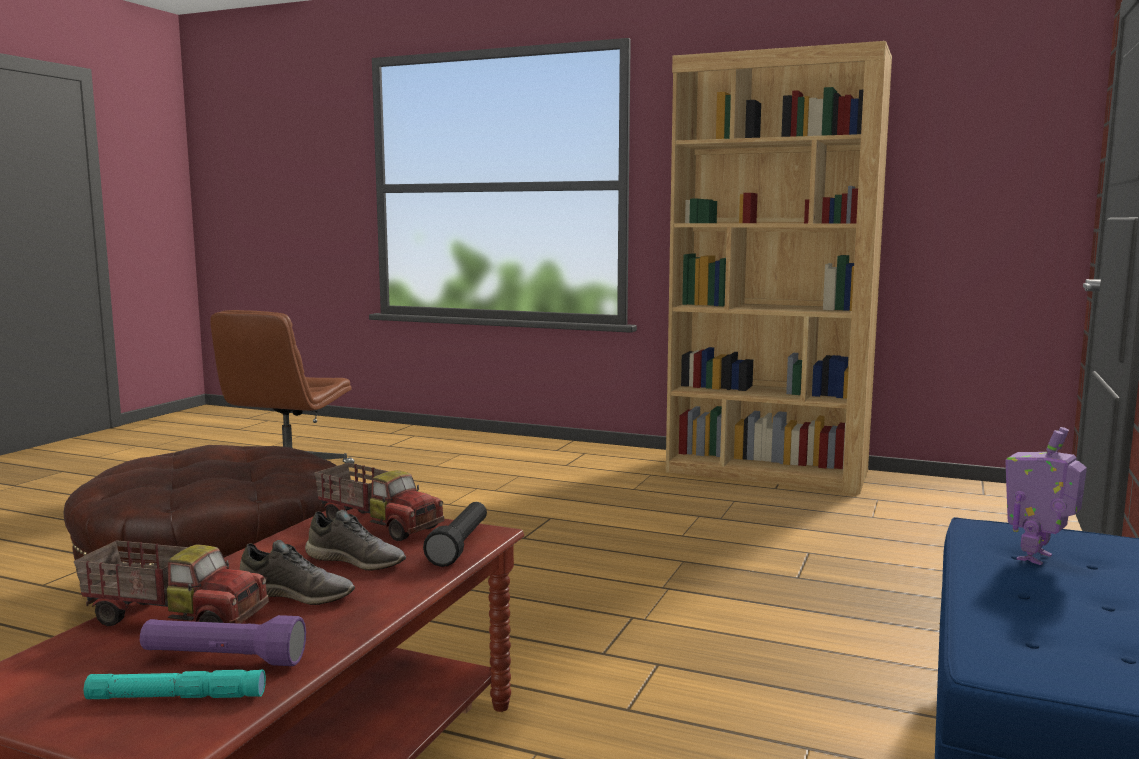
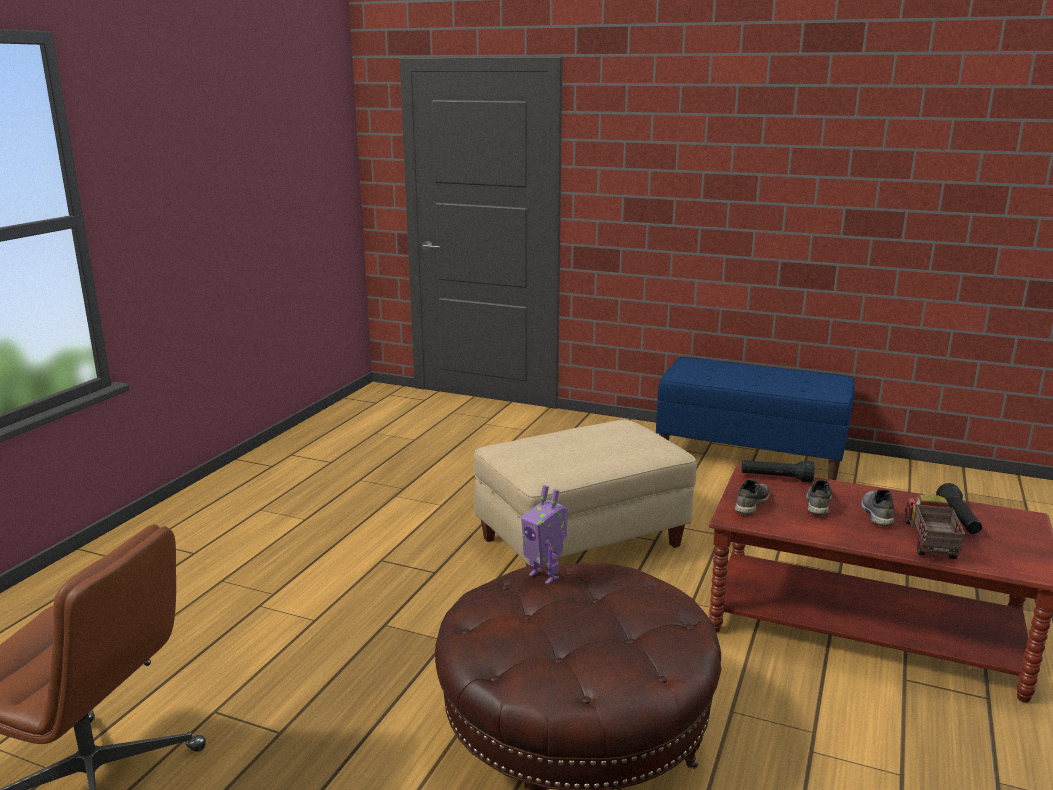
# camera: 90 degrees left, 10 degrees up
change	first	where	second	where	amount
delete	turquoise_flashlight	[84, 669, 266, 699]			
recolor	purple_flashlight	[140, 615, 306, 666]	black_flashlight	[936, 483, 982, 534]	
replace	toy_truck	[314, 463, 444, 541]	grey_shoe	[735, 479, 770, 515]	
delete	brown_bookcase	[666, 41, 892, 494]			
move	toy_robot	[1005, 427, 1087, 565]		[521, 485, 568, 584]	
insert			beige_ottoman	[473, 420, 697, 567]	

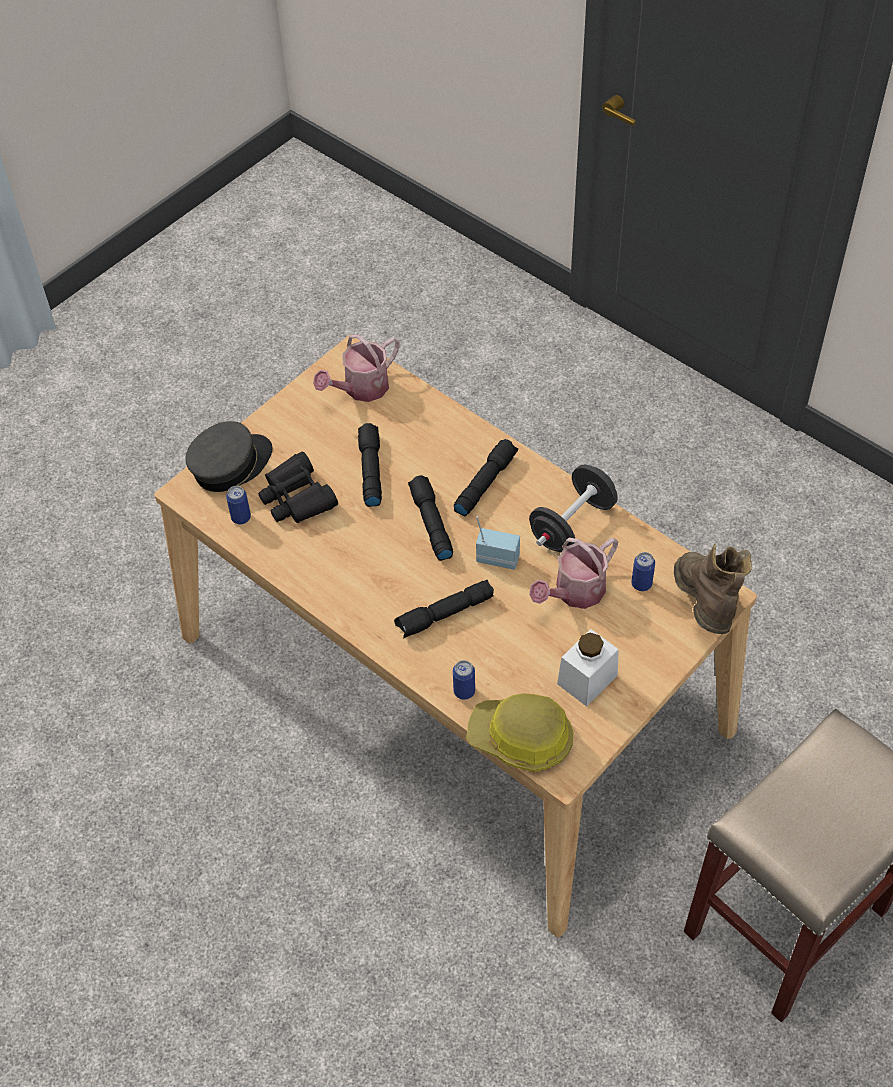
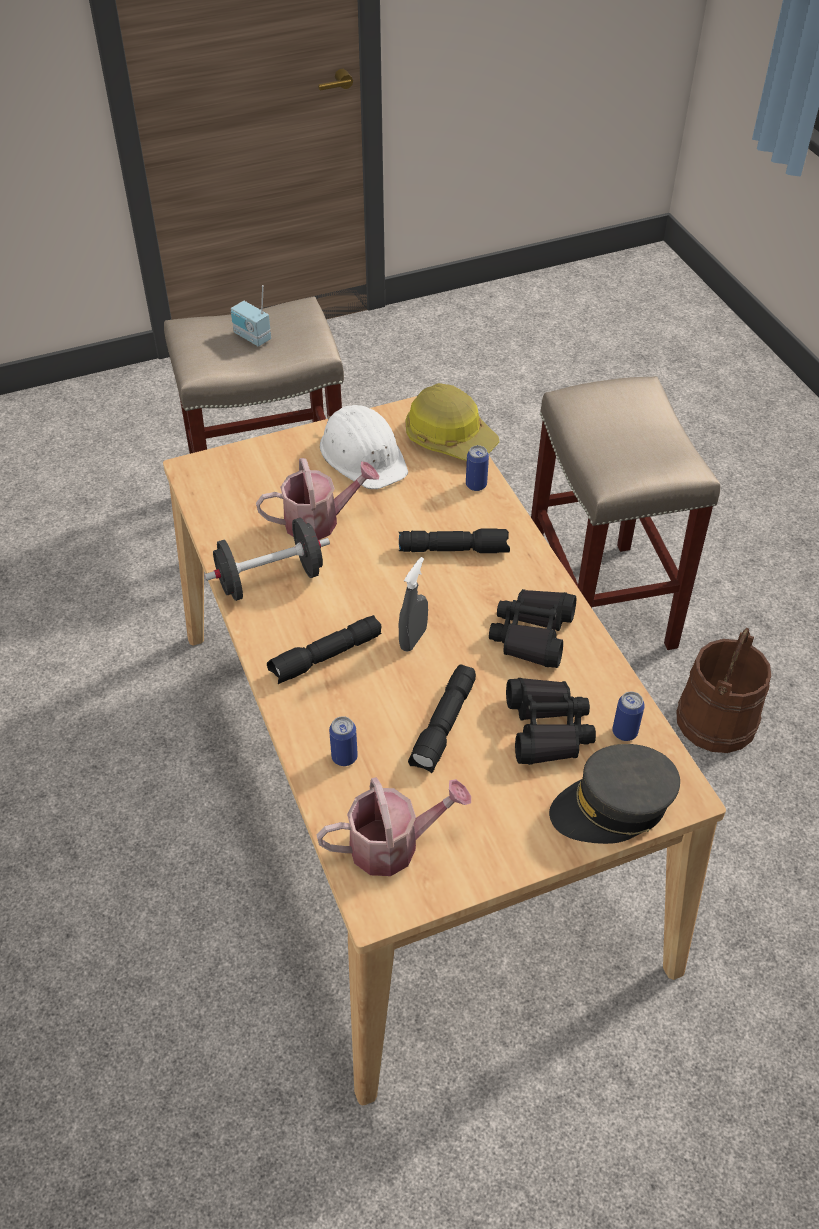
# camera: 155 degrees left, 5 degrees down
change	first	where	second	where	amount
replace	black_flashlight	[408, 475, 453, 561]	grey_spray_bottle	[399, 557, 428, 651]	
move	radio	[476, 516, 520, 570]		[231, 285, 271, 347]	
replace	white_jar	[557, 629, 619, 707]	white_hard_hat	[320, 405, 408, 489]	
move	can	[632, 552, 655, 591]		[329, 716, 358, 766]	
delete	brown_boot	[674, 543, 752, 634]			
insert			black_binoculars	[489, 589, 576, 668]	
insert			beige_stool	[531, 376, 720, 650]	
insert			brown_bucket	[676, 628, 771, 753]	

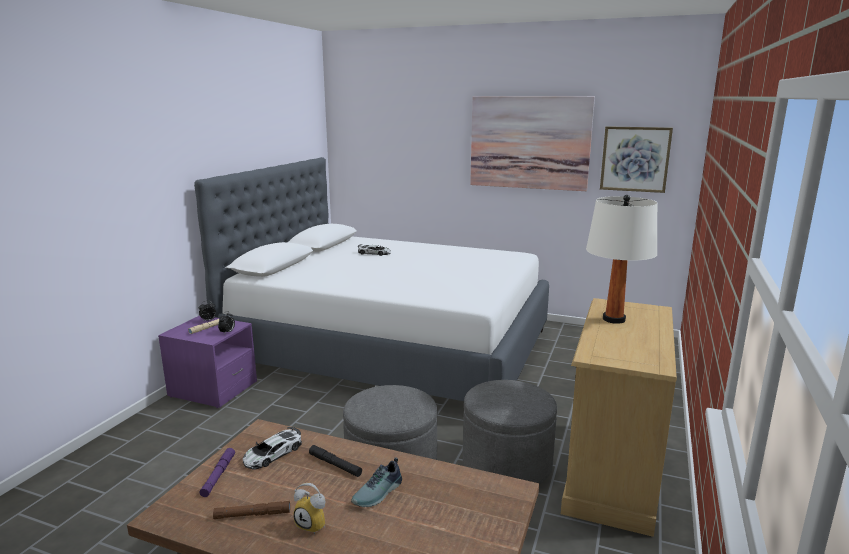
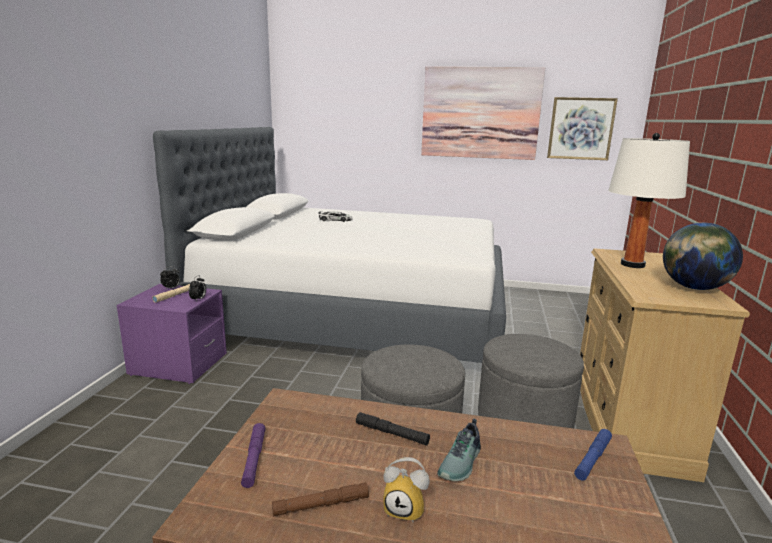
# camera: 10 degrees left, 0 degrees up
change	first	where	second	where	amount
delete	toy_car	[243, 427, 302, 470]			
insert			blue_flashlight	[574, 429, 612, 481]	
insert			globe	[663, 223, 743, 290]	

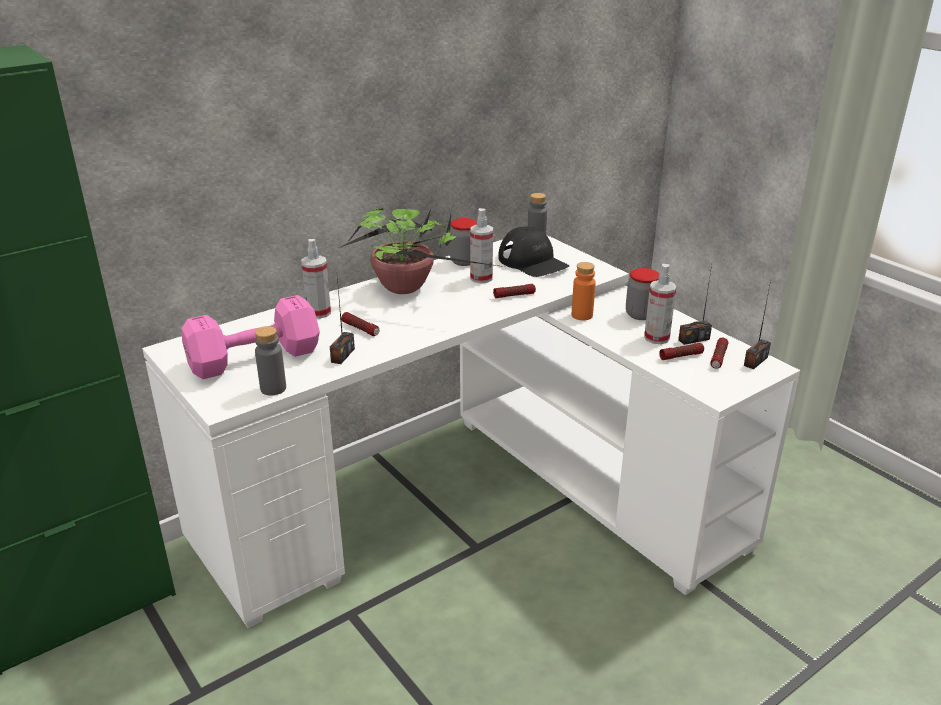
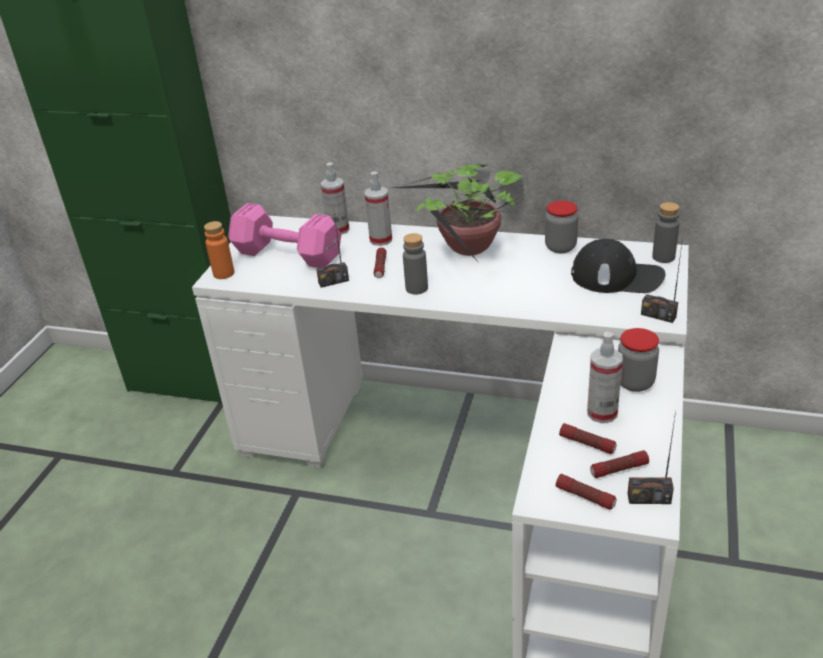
# camera: 55 degrees right, 5 degrees up
change	first	where	second	where	amount
move	grey_bottle	[255, 326, 286, 396]		[403, 233, 428, 294]	
move	spray_bottle	[470, 208, 493, 283]		[321, 162, 350, 235]	
move	flashlight	[493, 284, 536, 298]		[556, 474, 617, 510]	
rotate	black_cap	[498, 227, 569, 277]		[571, 239, 666, 293]	90 degrees counterclockwise
move	orange_bottle	[572, 262, 596, 321]		[204, 221, 234, 279]	
move	radio	[678, 265, 712, 345]		[641, 245, 682, 323]	

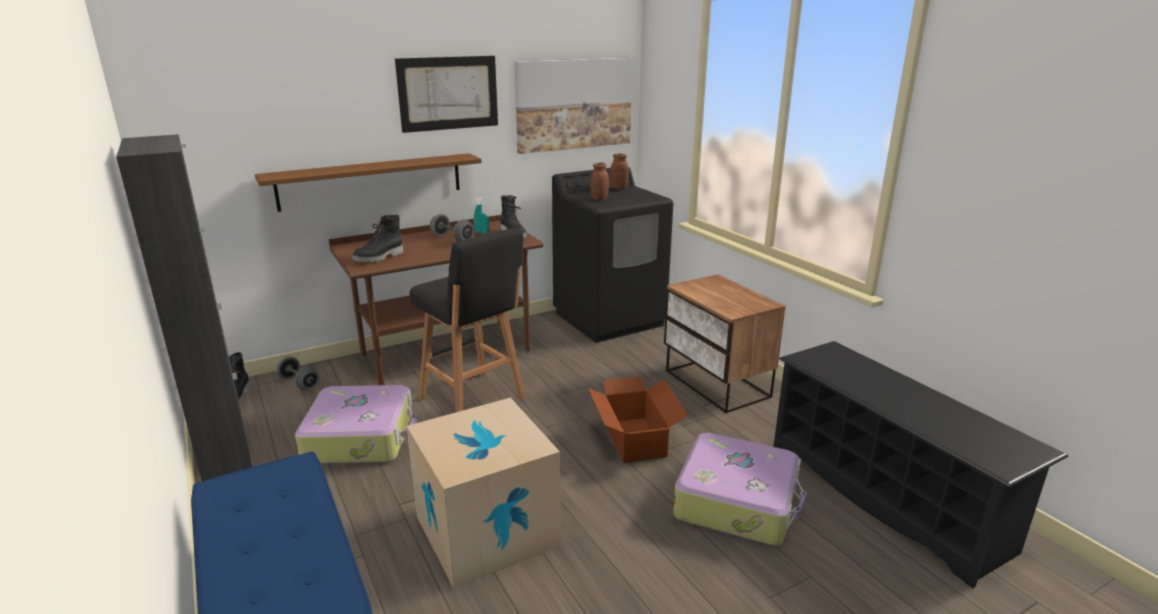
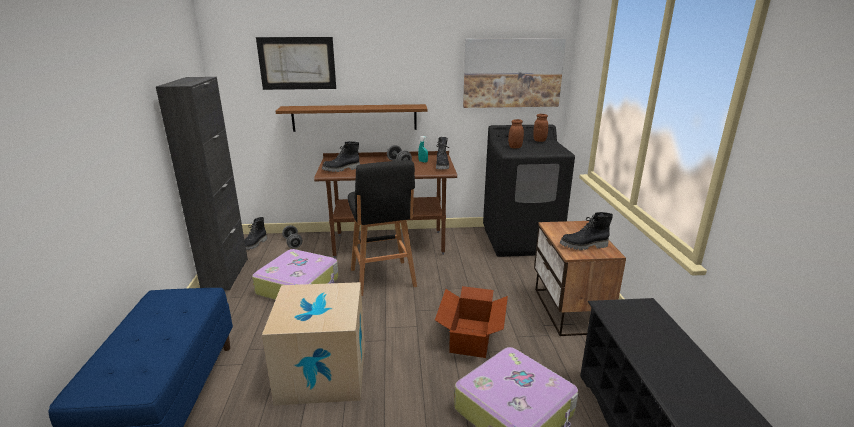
# camera: 25 degrees right, 0 degrees up
change	first	where	second	where	amount
move	picture	[395, 56, 498, 133]		[256, 37, 336, 90]	
insert			black_boot	[560, 212, 613, 250]	

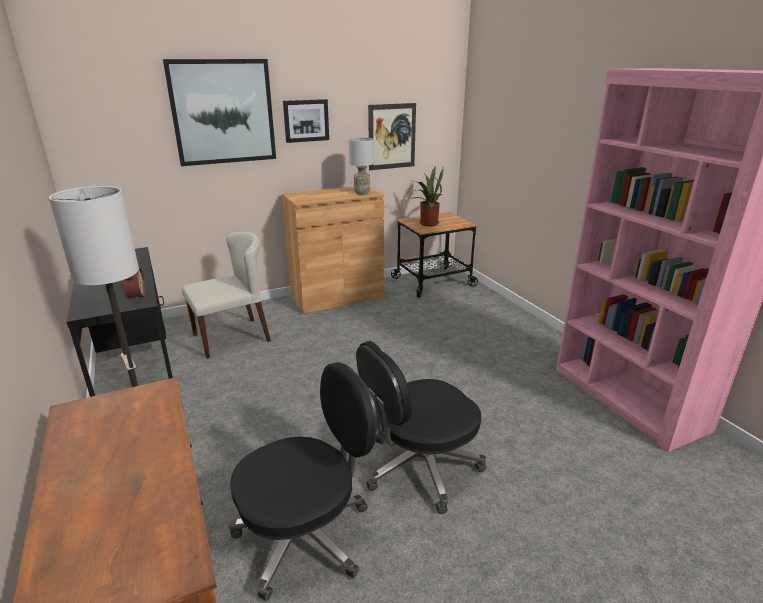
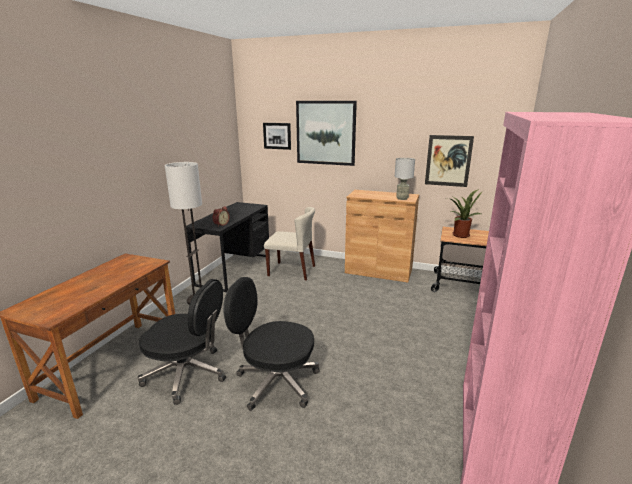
# camera: 45 degrees right, 5 degrees down
change	first	where	second	where	amount
move	picture	[283, 99, 329, 143]		[263, 123, 291, 150]	

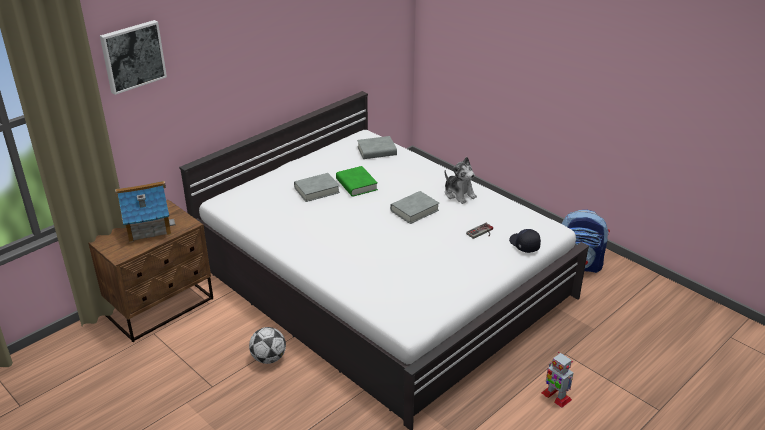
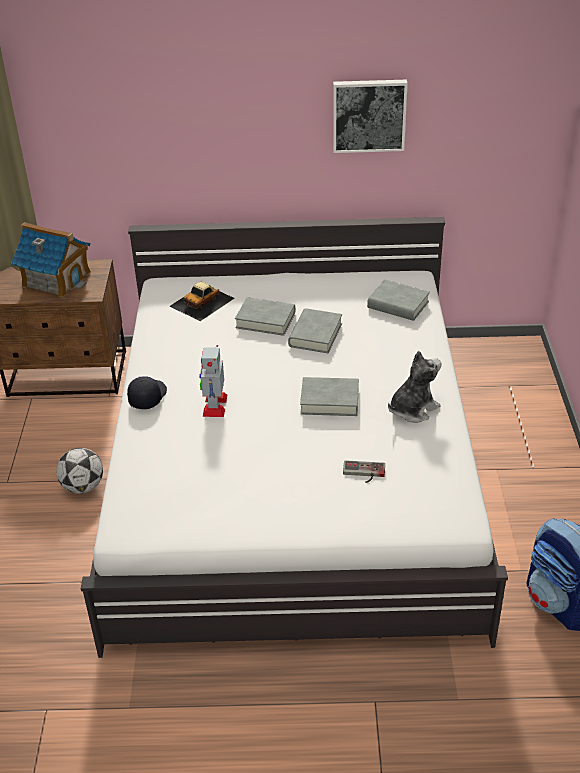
# camera: 45 degrees right, 5 degrees up
change	first	where	second	where	amount
move	picture	[100, 20, 167, 95]		[333, 80, 407, 153]	
recolor	green_book	[336, 166, 378, 197]	grey_book	[288, 309, 342, 353]	
rotate	plush_toy	[445, 157, 477, 204]		[388, 351, 442, 423]	135 degrees counterclockwise
move	black_cap	[509, 229, 541, 253]		[127, 376, 167, 409]	
move	toy_robot	[541, 352, 573, 408]		[199, 345, 227, 417]	
insert			toy_car	[169, 282, 234, 321]	

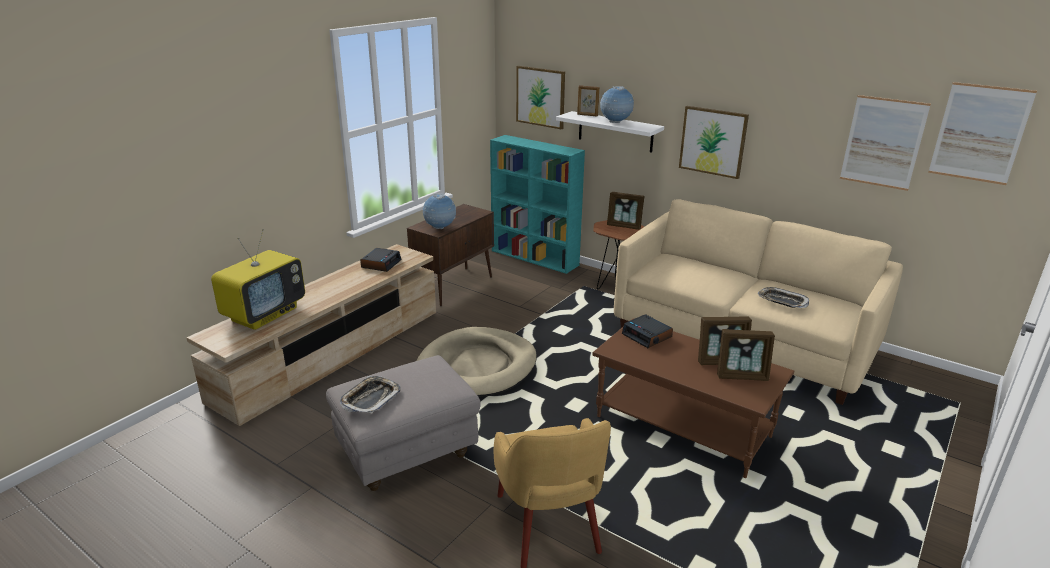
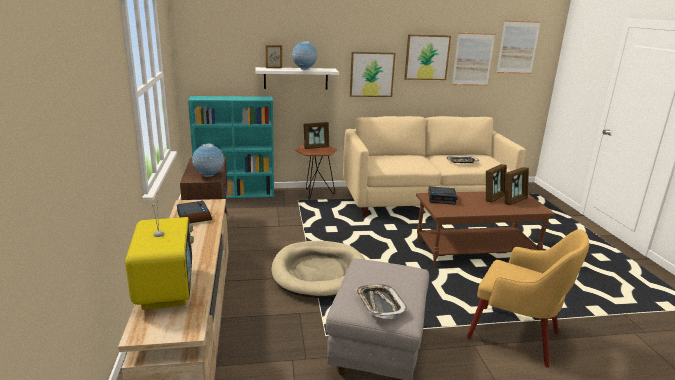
# camera: 45 degrees left, 5 degrees down
change	first	where	second	where	amount
move	picture	[516, 66, 565, 129]		[404, 34, 451, 80]	

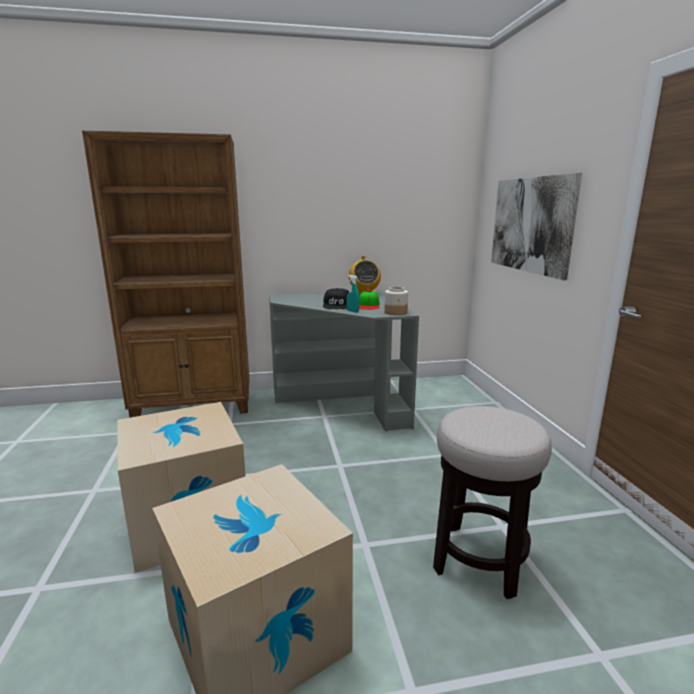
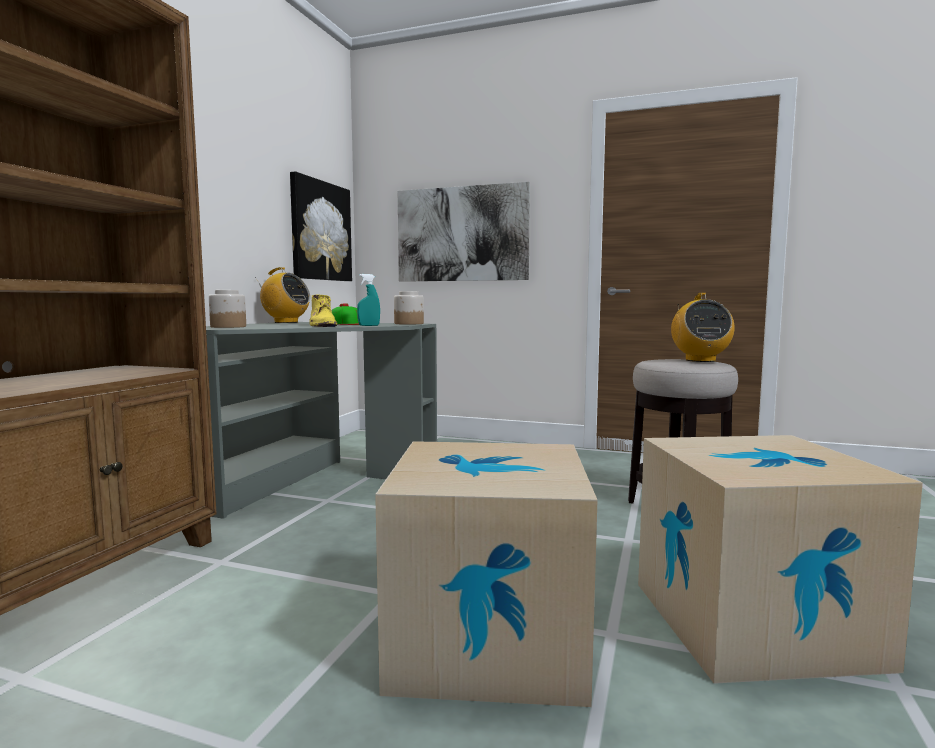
# camera: 60 degrees left, 10 degrees down
change	first	where	second	where	amount
replace	black_cap	[323, 288, 350, 309]	yellow_boot	[309, 294, 337, 327]	
insert			jar	[209, 290, 246, 328]	
insert			picture	[290, 171, 352, 281]	
insert			radio	[671, 293, 735, 362]	

